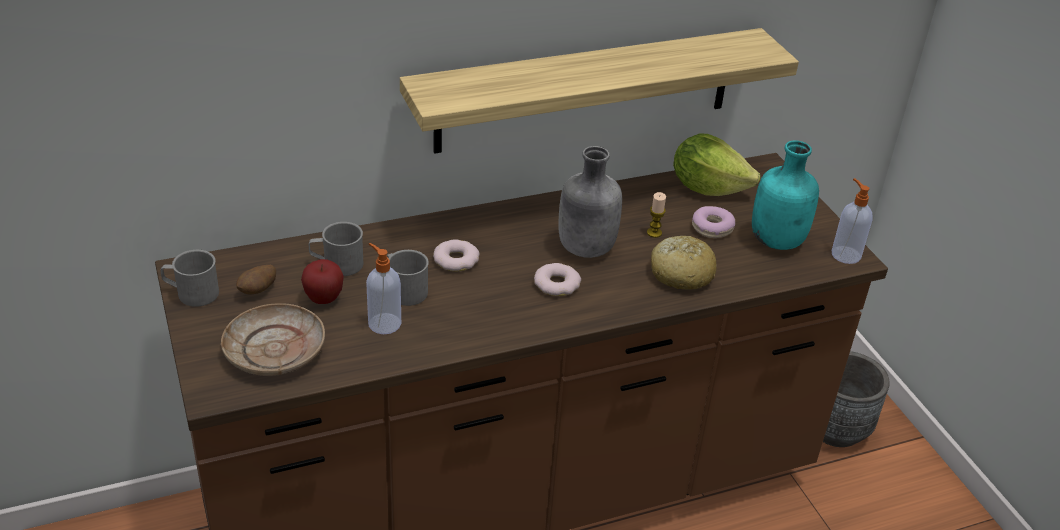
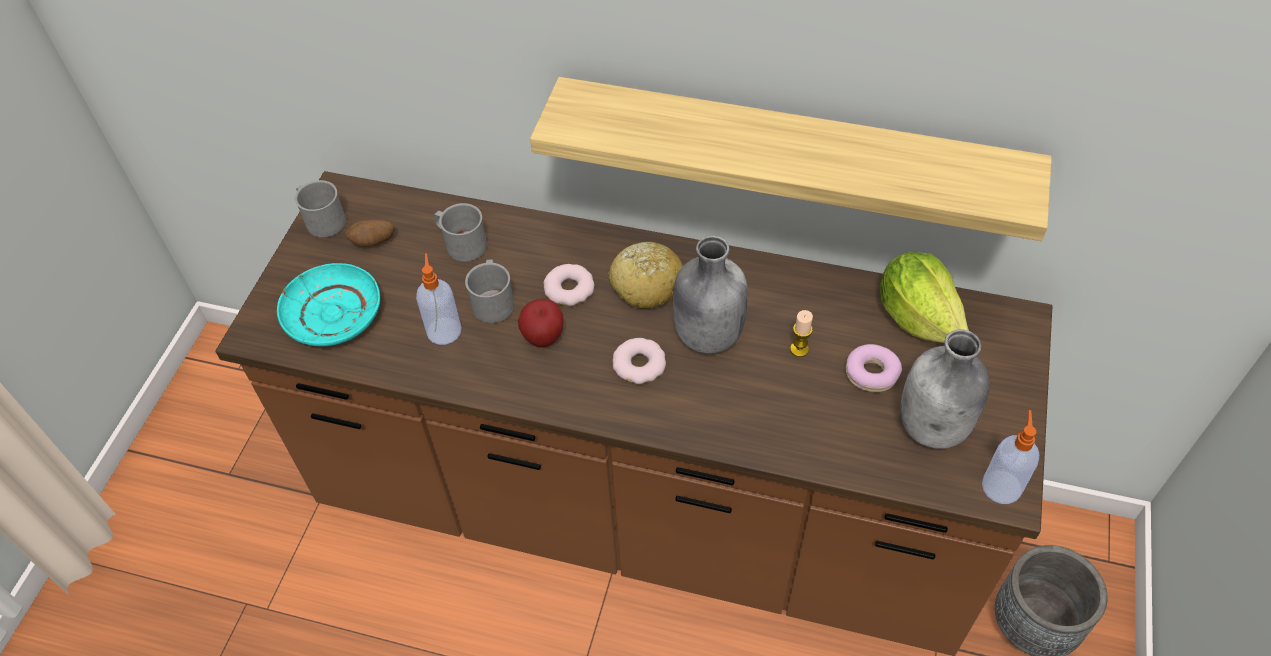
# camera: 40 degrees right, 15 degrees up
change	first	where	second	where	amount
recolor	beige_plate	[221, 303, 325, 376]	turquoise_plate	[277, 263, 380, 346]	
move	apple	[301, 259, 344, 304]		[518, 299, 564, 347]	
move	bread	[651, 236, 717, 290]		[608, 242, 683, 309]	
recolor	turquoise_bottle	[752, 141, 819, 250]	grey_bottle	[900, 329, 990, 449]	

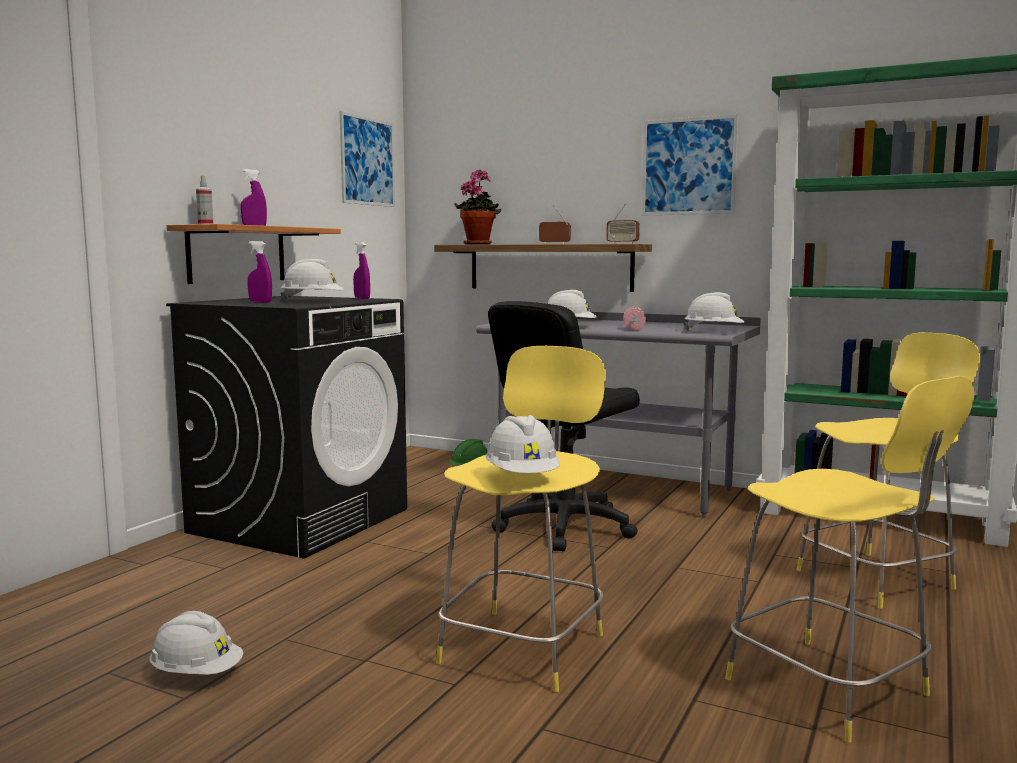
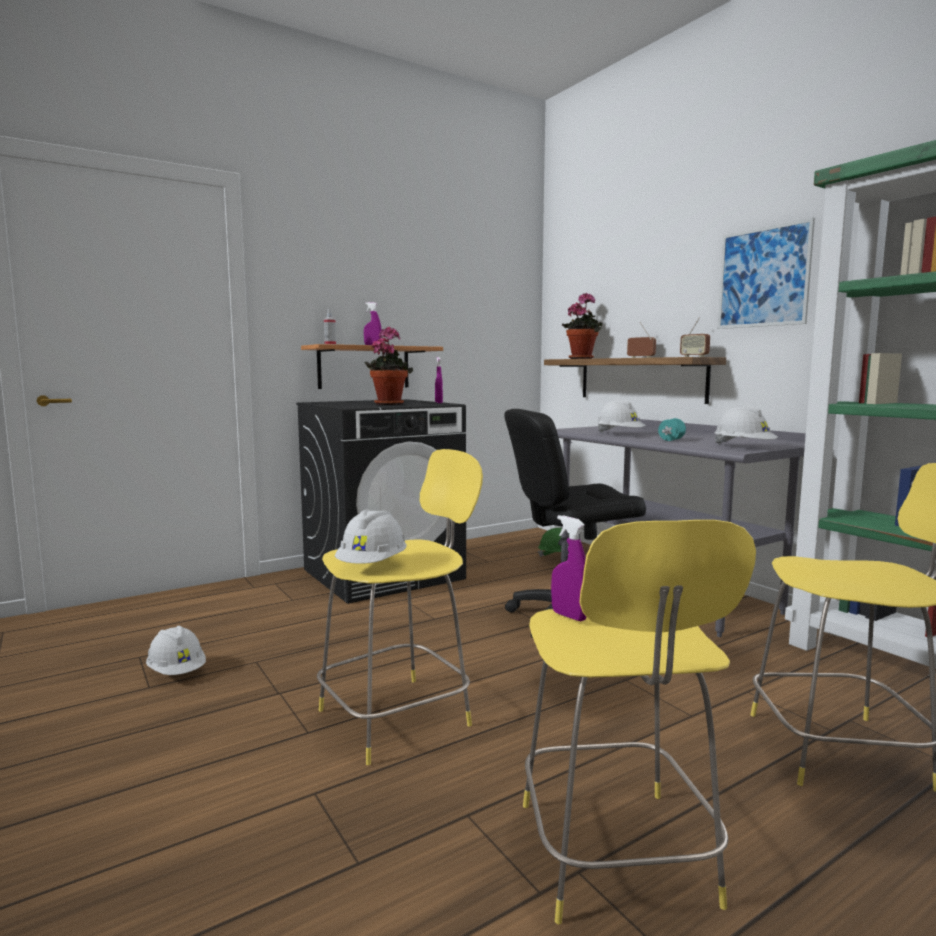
# camera: 30 degrees right, 0 degrees up
change	first	where	second	where	amount
move	purple_spray_bottle	[247, 241, 272, 303]		[551, 515, 587, 621]	
replace	white_hard_hat	[280, 259, 344, 301]	potted_plant	[365, 326, 413, 405]	
delete	picture	[340, 111, 395, 207]			
recolor	pink_dumbbell	[623, 307, 646, 330]	turquoise_dumbbell	[658, 418, 686, 441]	

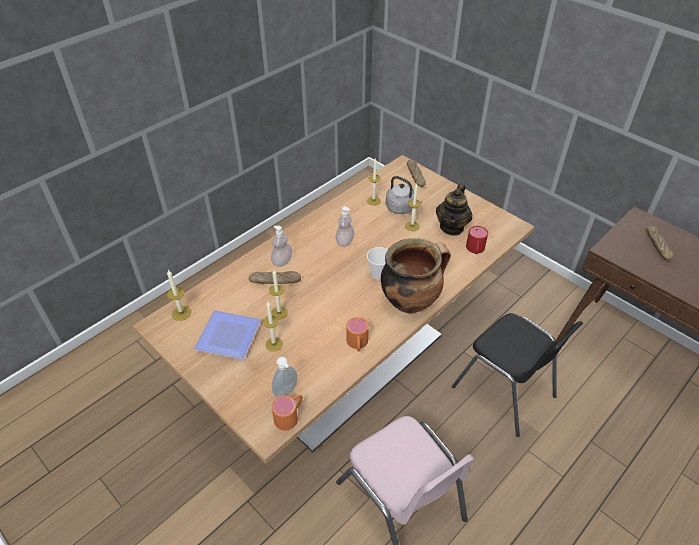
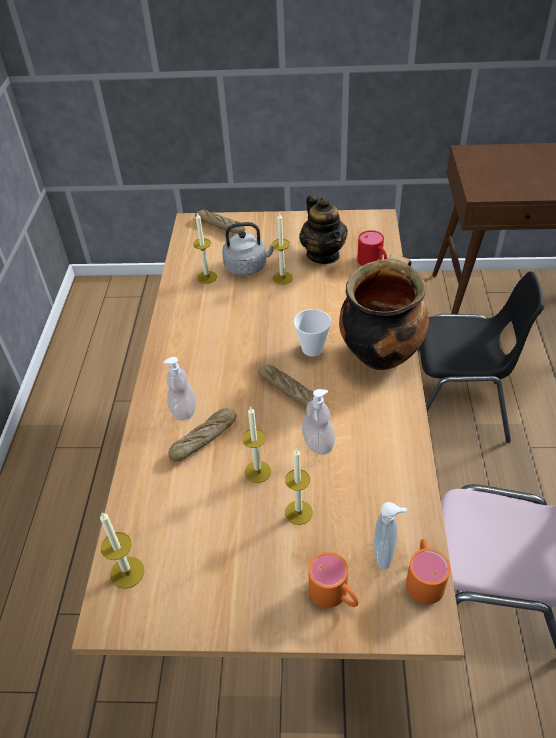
# camera: 40 degrees left, 0 degrees up
change	first	where	second	where	amount
delete	plate	[194, 310, 261, 360]			
move	soap_dispenser	[336, 206, 354, 247]		[302, 389, 335, 455]	
move	orange_mug	[346, 317, 369, 352]		[308, 552, 359, 608]	
move	bread	[646, 226, 674, 261]		[258, 364, 315, 407]	

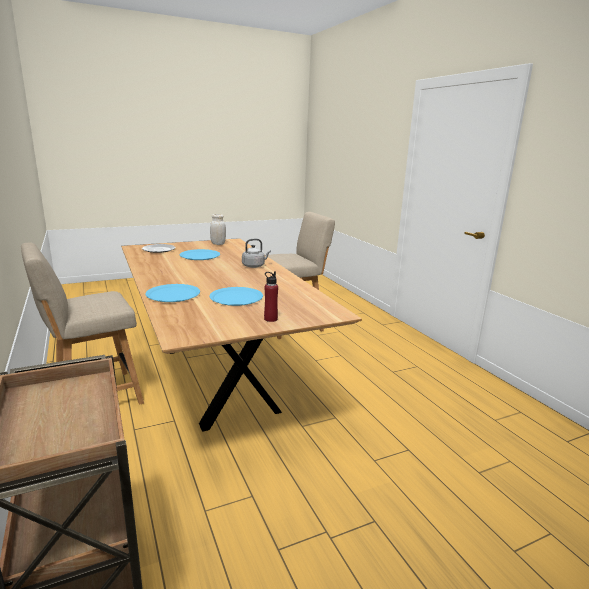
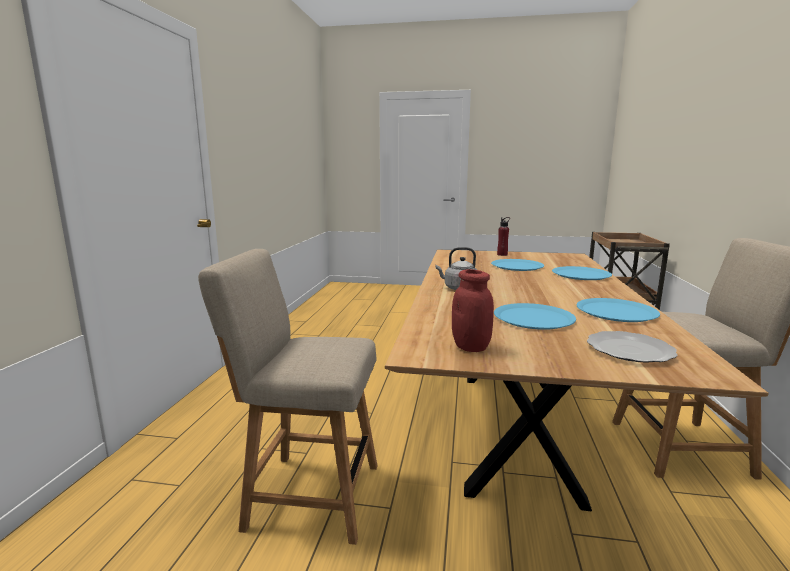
# camera: 145 degrees left, 5 degrees down
change	first	where	second	where	amount
recolor	white_jar	[210, 214, 226, 245]	red_jar	[452, 269, 494, 352]	
insert			blue_plate	[577, 298, 660, 322]	

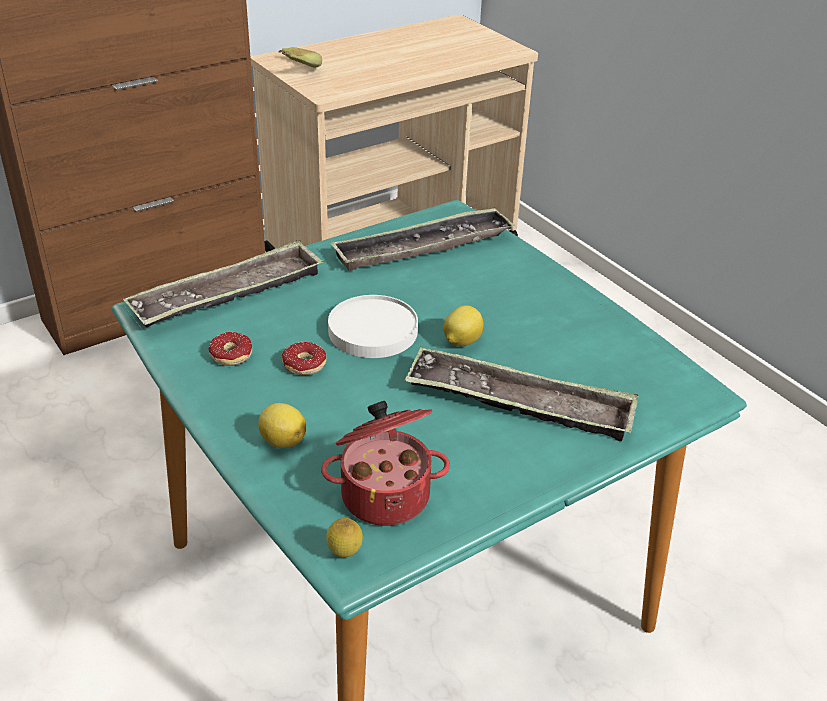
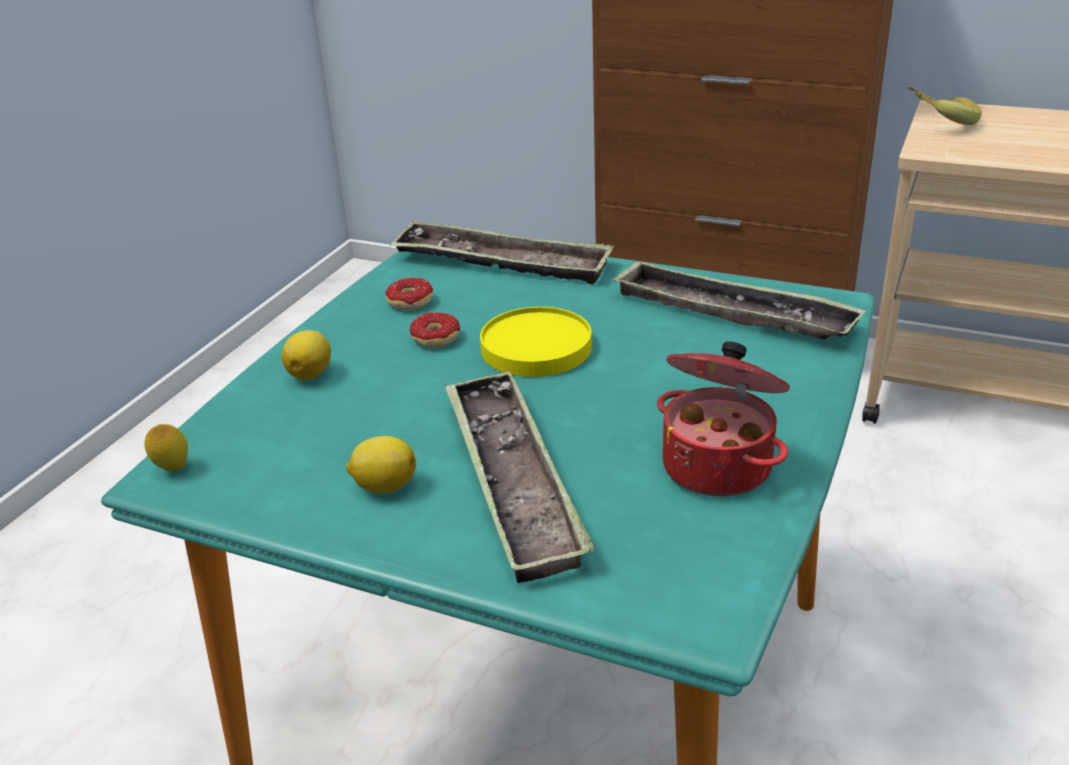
# camera: 60 degrees right, 5 degrees down
change	first	where	second	where	amount
move	cooking_pot	[321, 401, 450, 526]		[657, 341, 790, 497]	
recolor	white_plate	[328, 295, 418, 358]	yellow_plate	[480, 307, 592, 377]	
move	lemon	[443, 305, 484, 346]		[346, 436, 416, 494]	

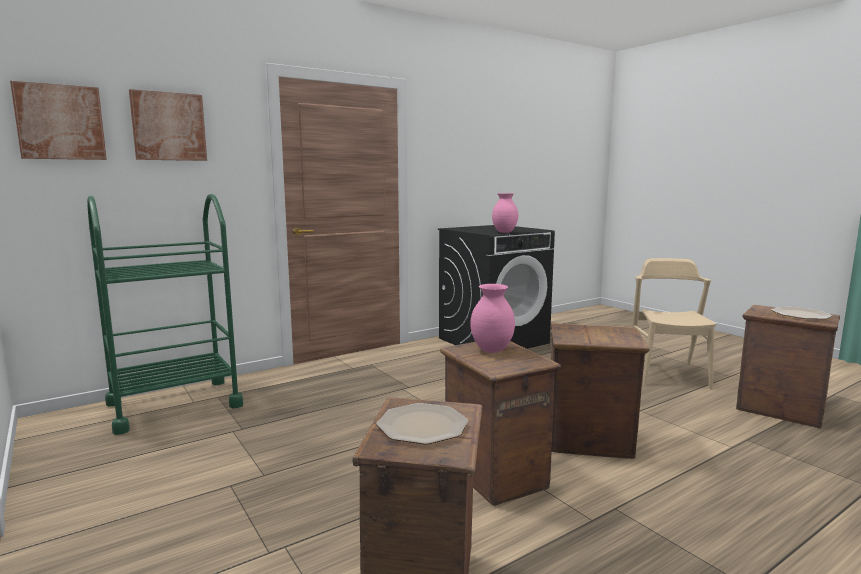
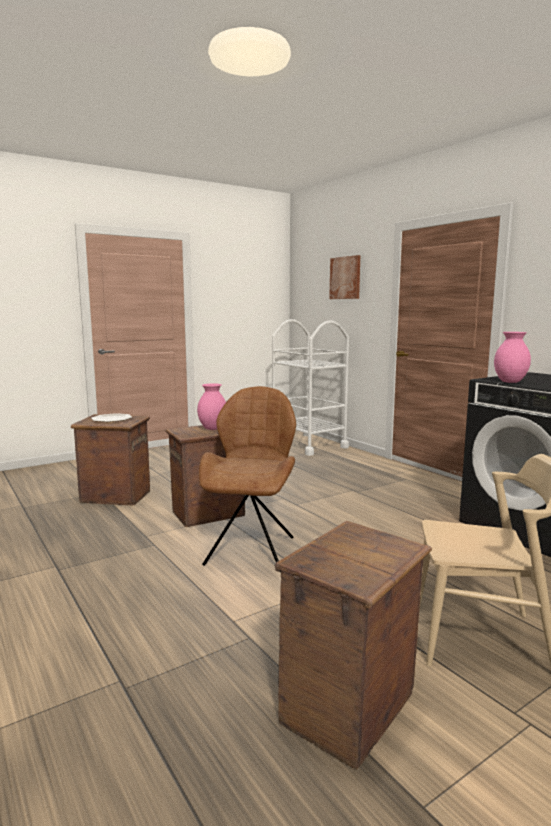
# camera: 90 degrees right, 0 degrees up
change	first	where	second	where	amount
delete	picture	[10, 81, 107, 160]			
recolor	green_cart	[87, 194, 243, 435]	white_cart	[272, 319, 349, 456]	
replace	crate	[551, 323, 650, 459]	brown_chair	[199, 386, 296, 572]	
delete	plate	[772, 307, 832, 319]			

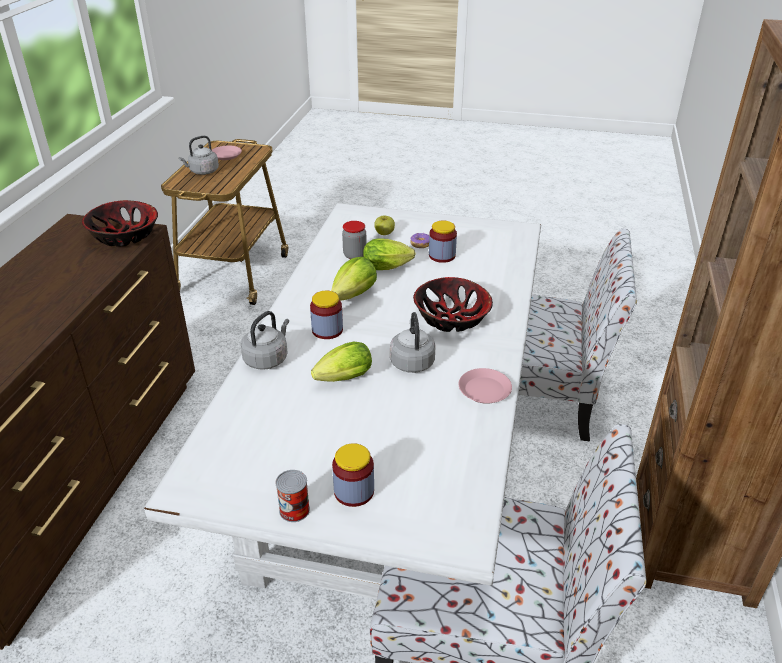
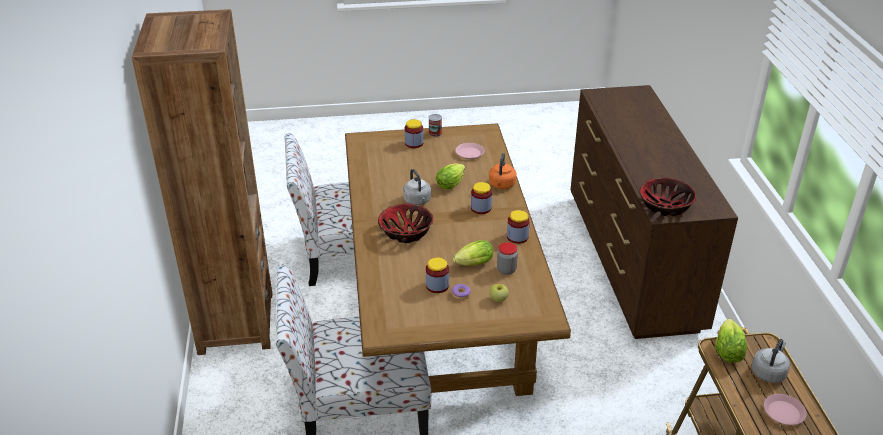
# camera: 160 degrees right, 0 degrees up
change	first	where	second	where	amount
recolor	white_dining_table	[144, 203, 541, 599]	brown_dining_table	[345, 123, 571, 396]	
recolor	grey_kettle	[240, 311, 289, 370]	orange_kettle	[489, 153, 517, 189]	
move	lettuce	[331, 257, 377, 301]		[715, 319, 747, 363]	
move	pink_plate	[459, 368, 512, 404]		[455, 143, 485, 159]	
insert			jar	[507, 210, 530, 244]	

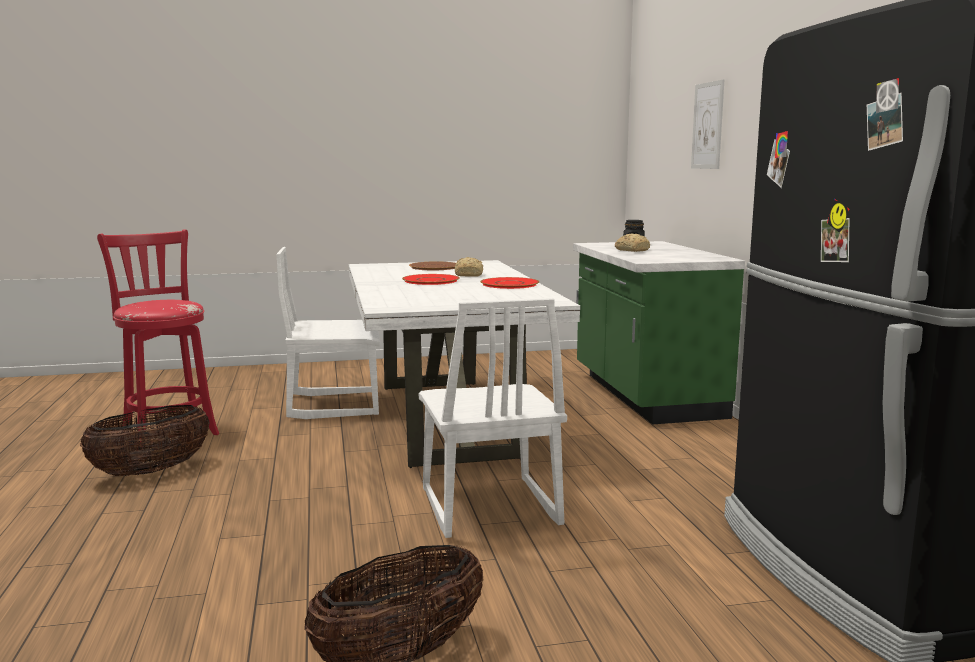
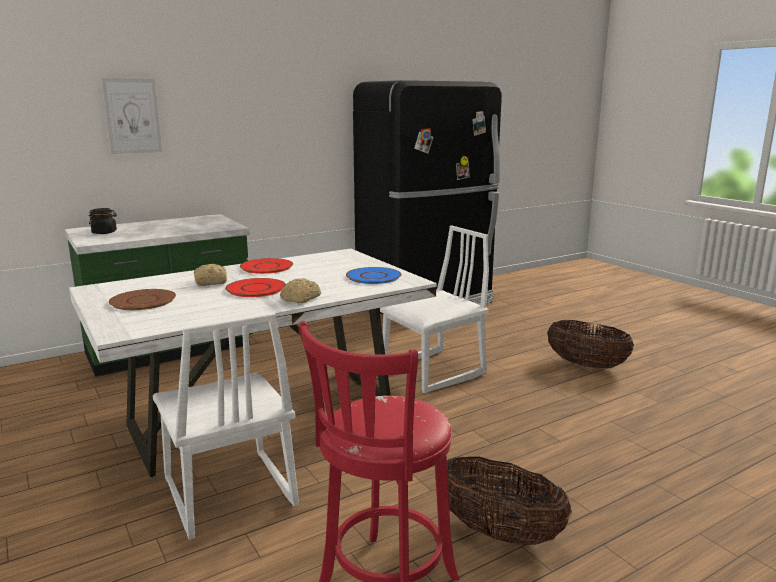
# camera: 110 degrees left, 5 degrees up
change	first	where	second	where	amount
move	bread	[615, 233, 650, 252]		[280, 278, 321, 303]	
insert			blue_plate	[346, 267, 402, 284]	

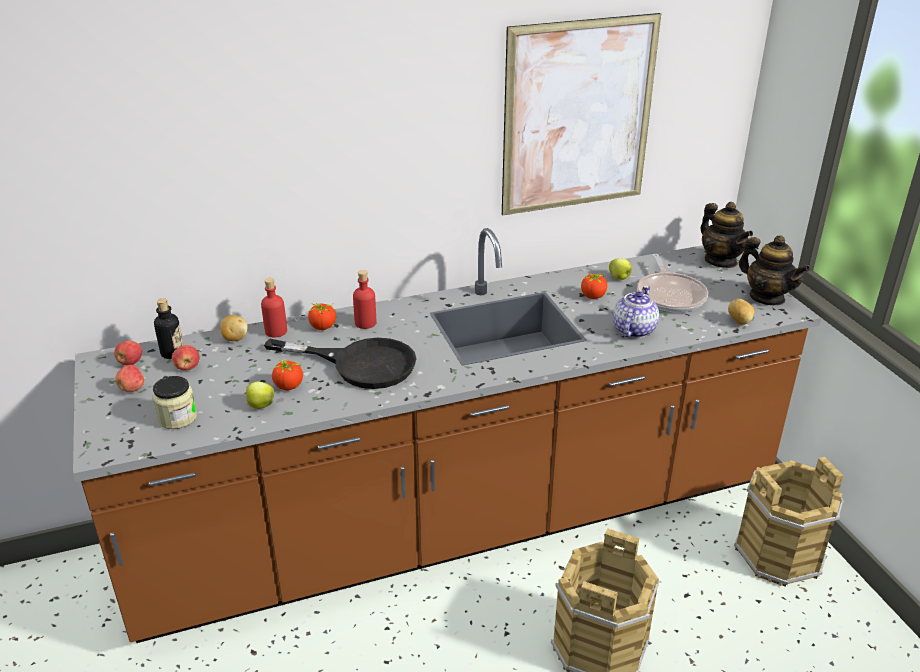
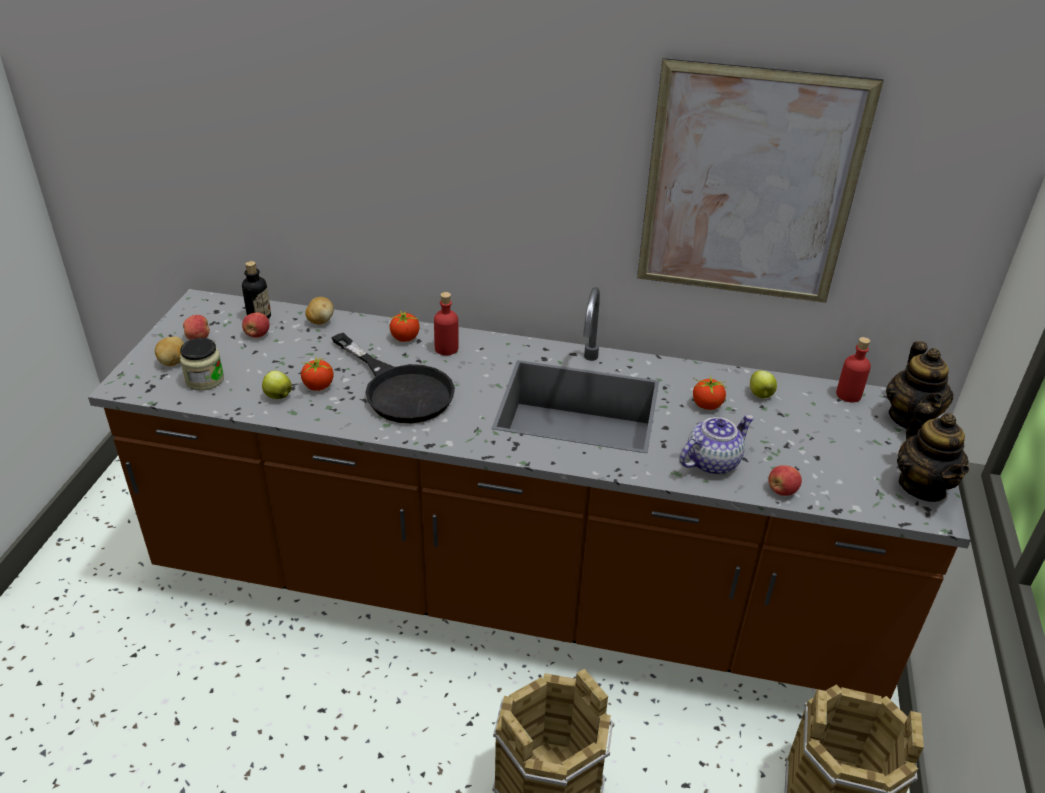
# camera: 30 degrees right, 5 degrees up
change	first	where	second	where	amount
move	apple	[114, 341, 142, 366]		[768, 465, 802, 496]	
move	red_bottle	[261, 278, 287, 337]		[836, 337, 871, 402]	
delete	frying_pan	[637, 254, 708, 312]			
move	potato	[728, 299, 755, 325]		[155, 336, 184, 366]	

